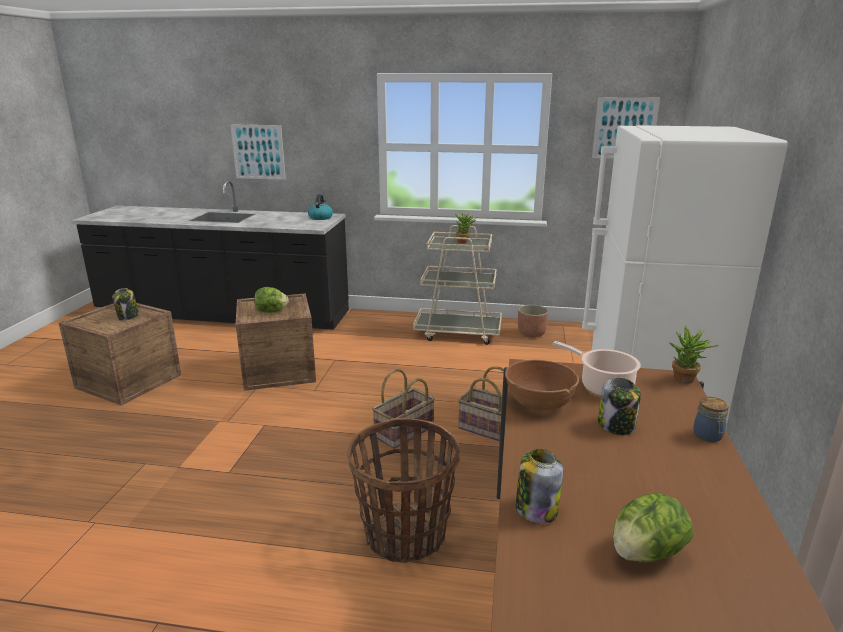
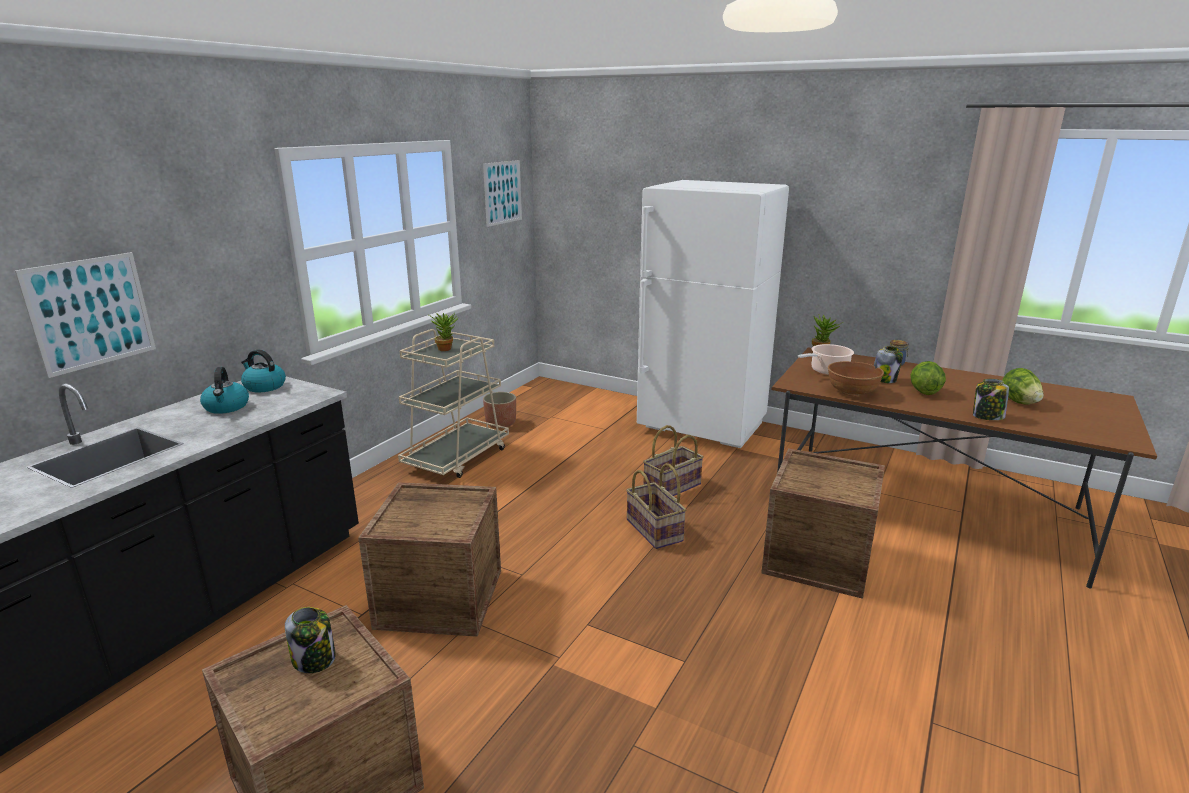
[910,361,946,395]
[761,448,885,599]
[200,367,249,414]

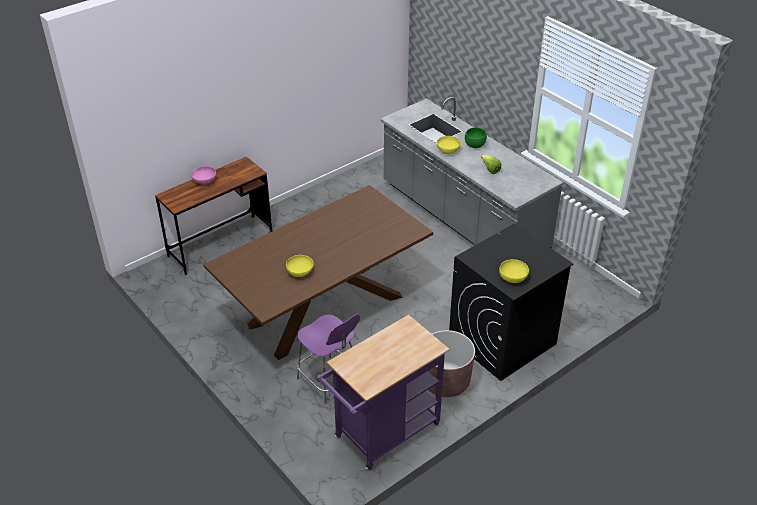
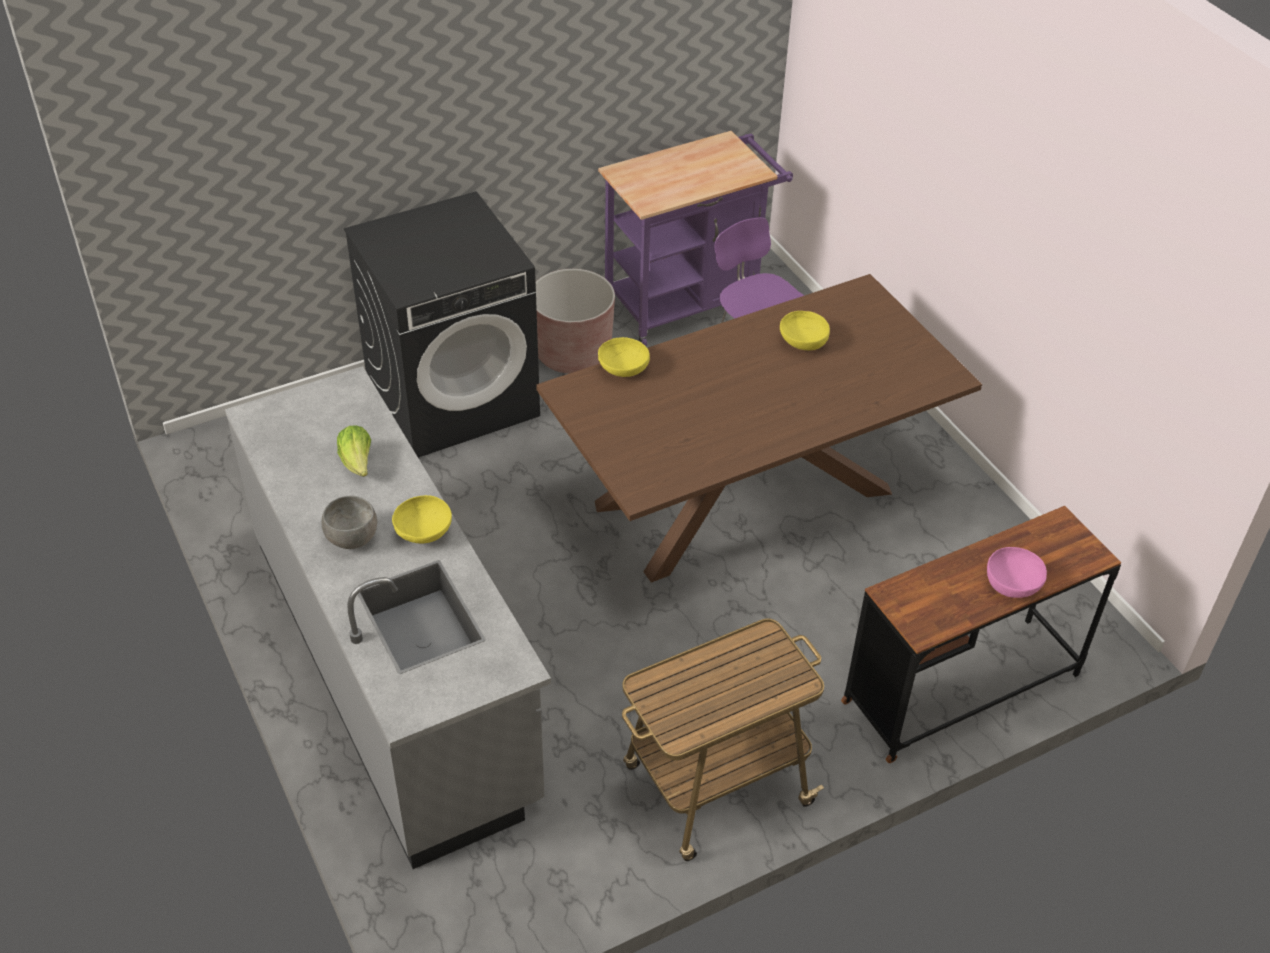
[321,496,377,549]
[598,337,650,377]
[622,618,824,861]

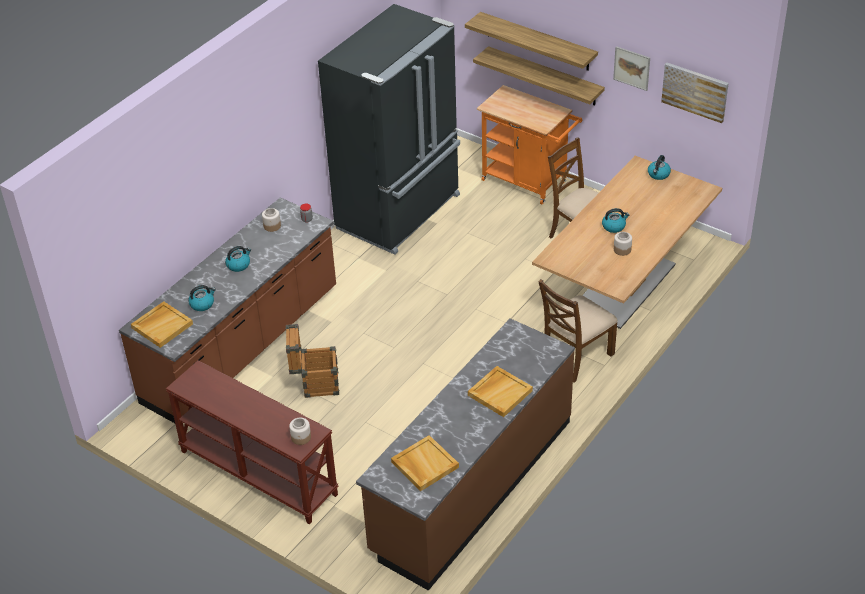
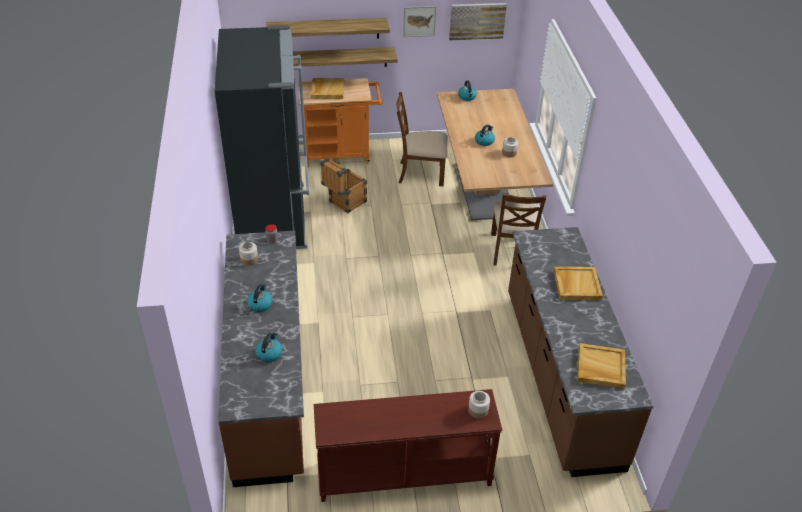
[311,78,344,99]
[320,158,367,213]

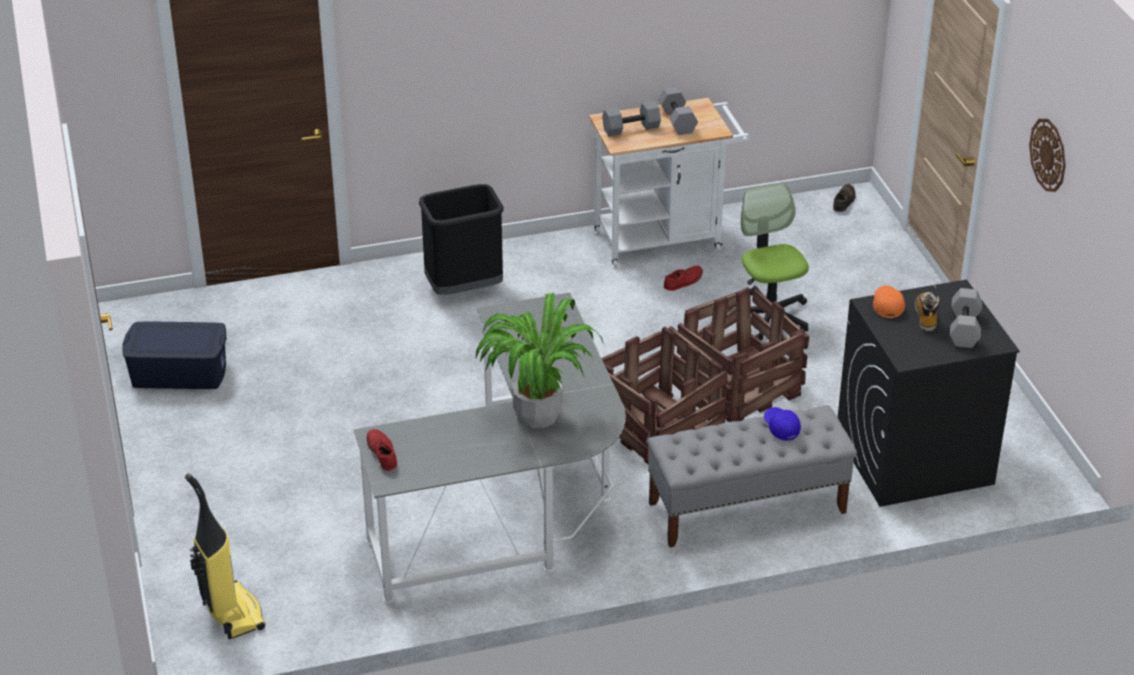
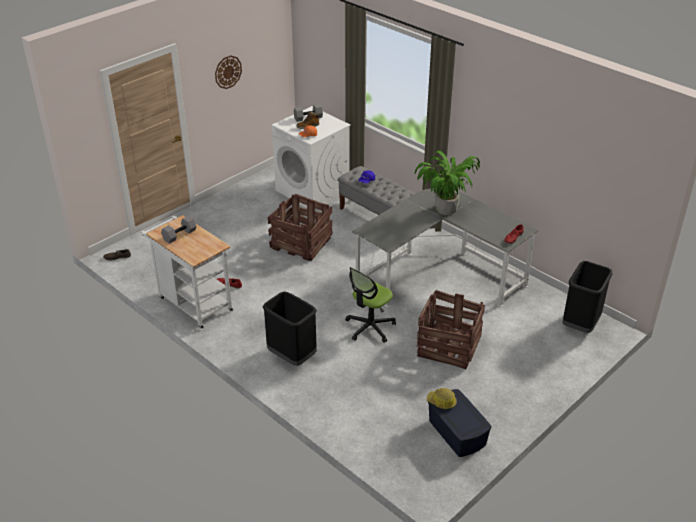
[602,101,661,137] (first image)
[345,267,396,343]
[272,106,351,210]
[417,290,485,369]
[562,261,613,333]
[426,388,457,409]

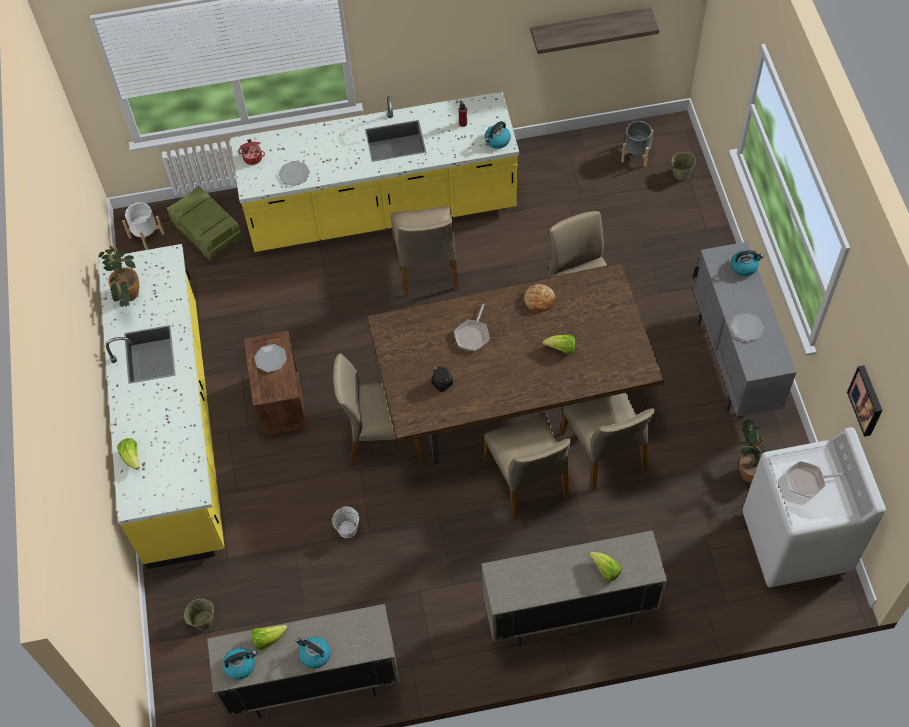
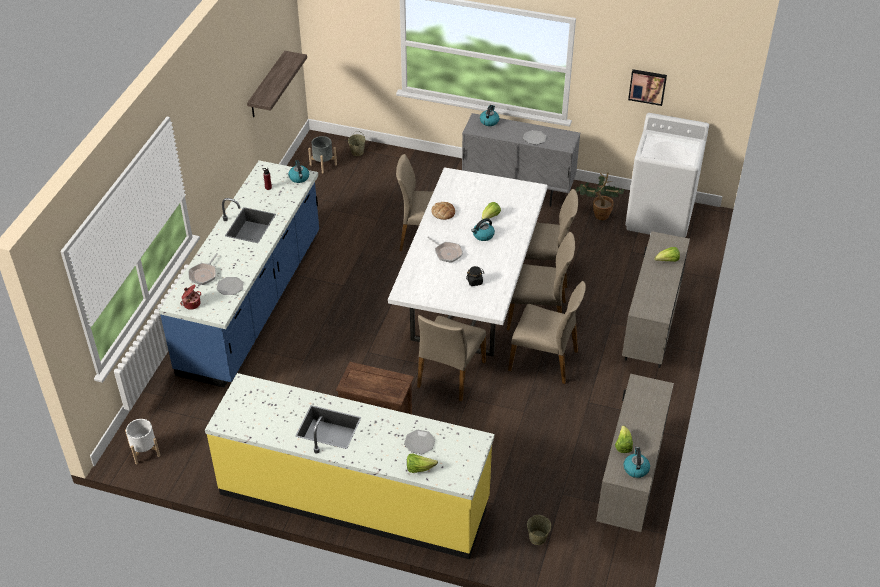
[159,160,319,388]
[167,186,242,260] (first image)
[508,281,586,384]
[98,245,139,307] (first image)
[388,167,548,356]
[404,430,435,454]
[189,253,218,285]
[332,506,359,538] (first image)
[471,218,495,241]

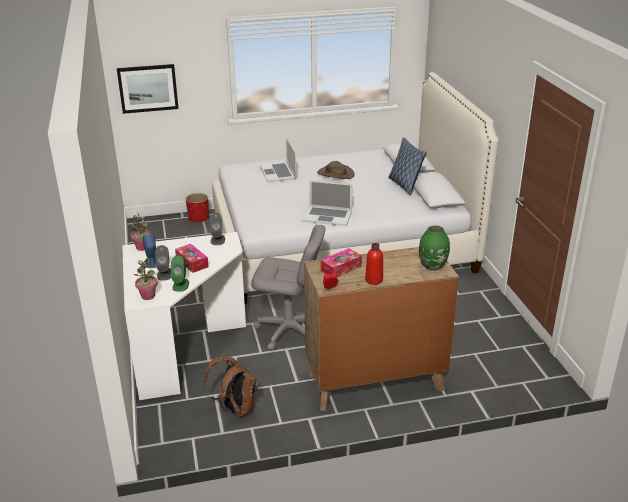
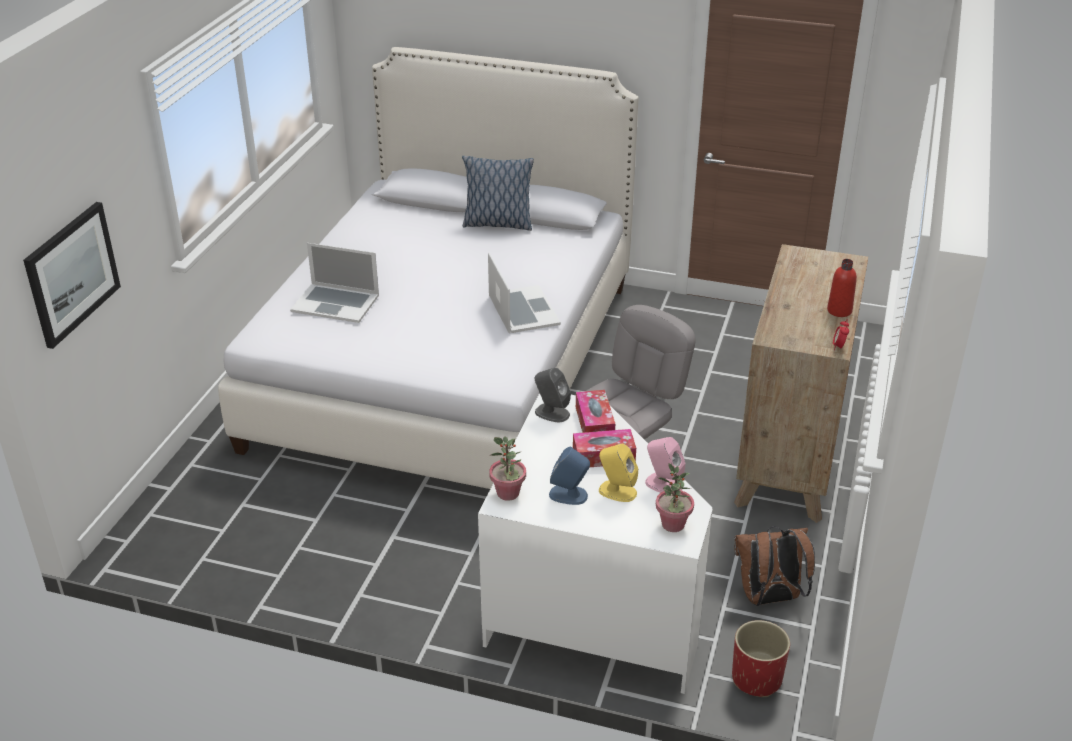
[317,161,355,179] (first image)
[488,252,561,333]
[732,620,790,697]
[419,226,450,271] (first image)
[599,444,638,502]
[576,390,615,433]
[645,437,686,493]

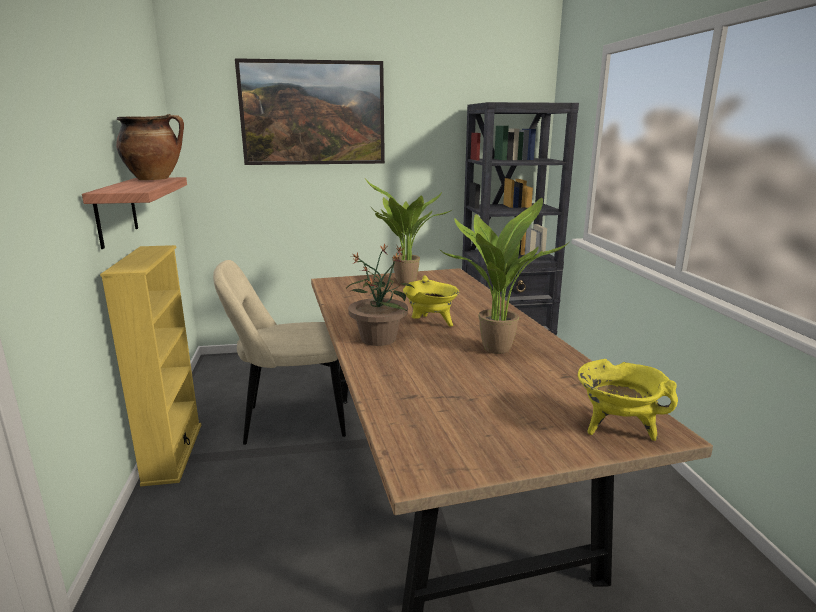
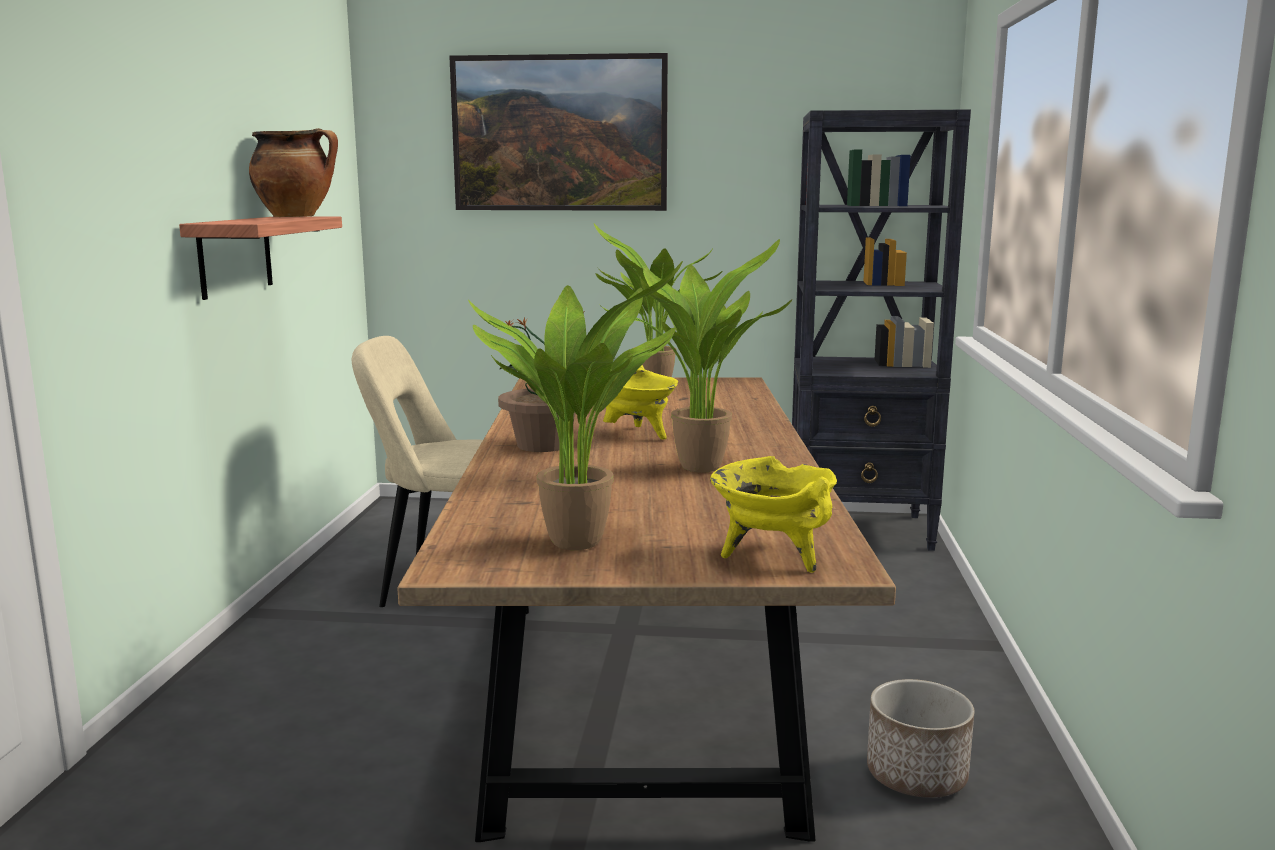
[100,245,201,486] (first image)
[468,261,683,550]
[867,679,975,798]

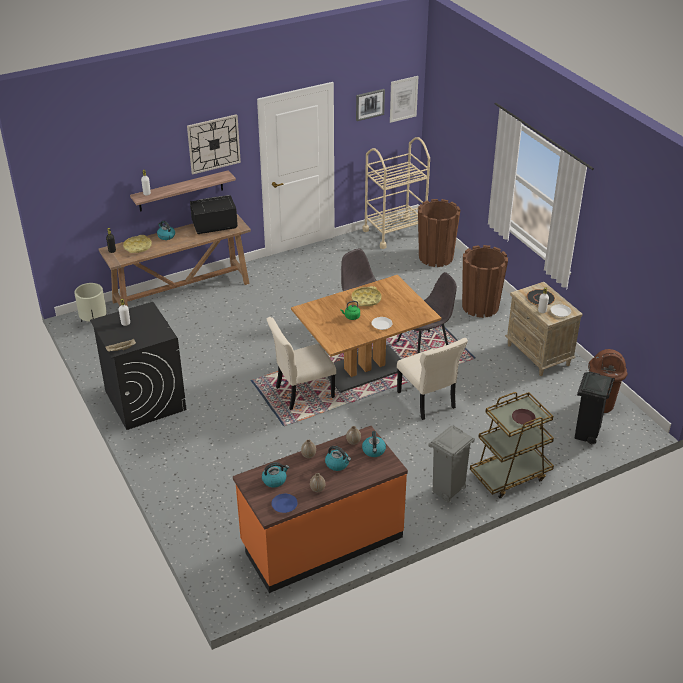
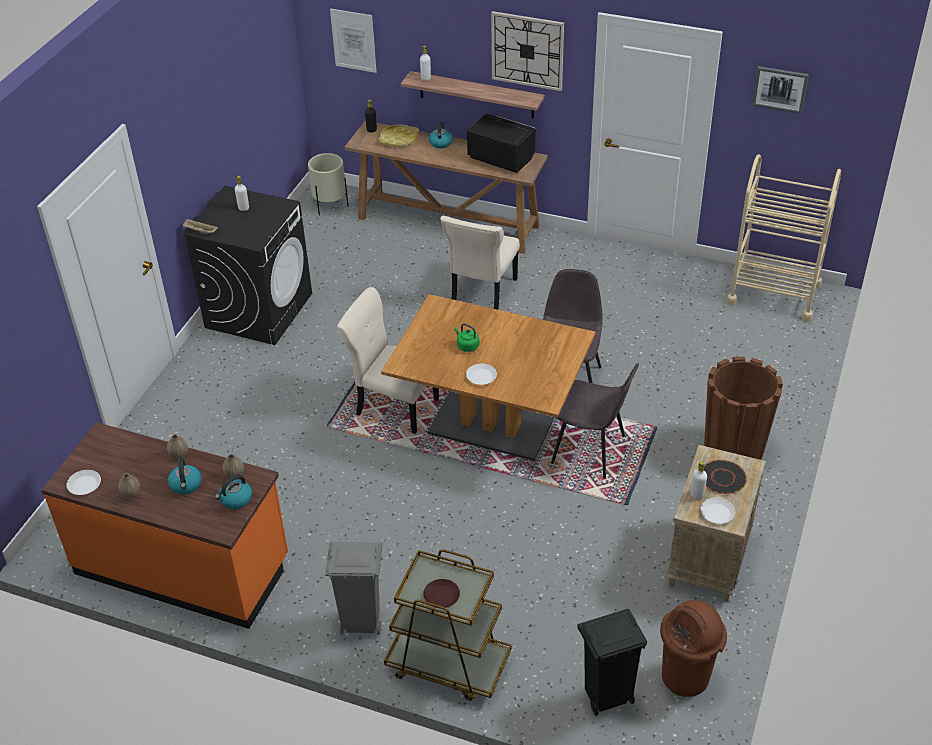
[330,8,377,73]
[418,199,460,267] (first image)
[351,286,382,306] (first image)
[441,216,520,310]
[262,462,289,488] (first image)
[66,470,101,495]

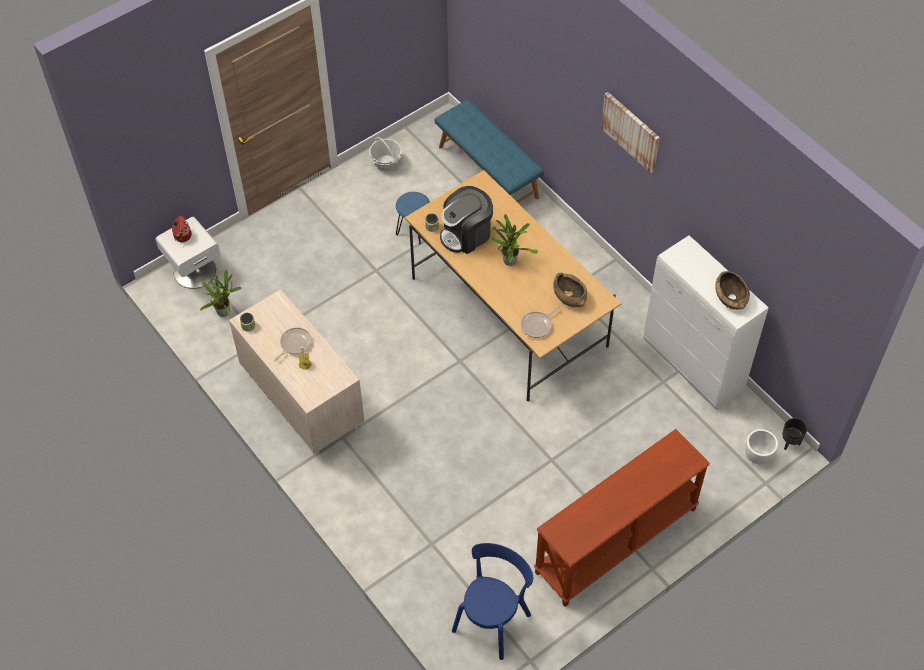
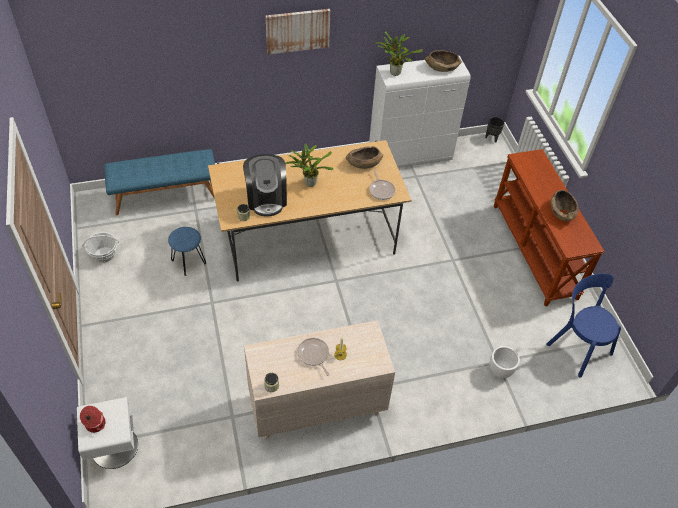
[375,31,423,76]
[490,346,520,378]
[551,190,579,221]

